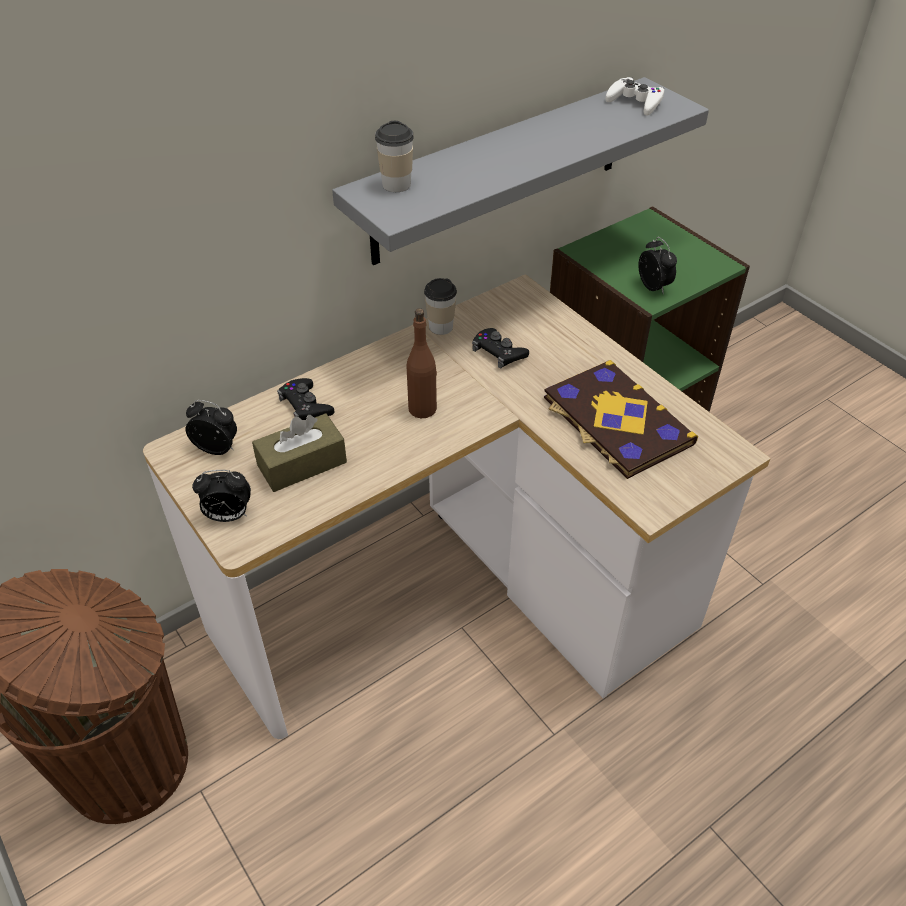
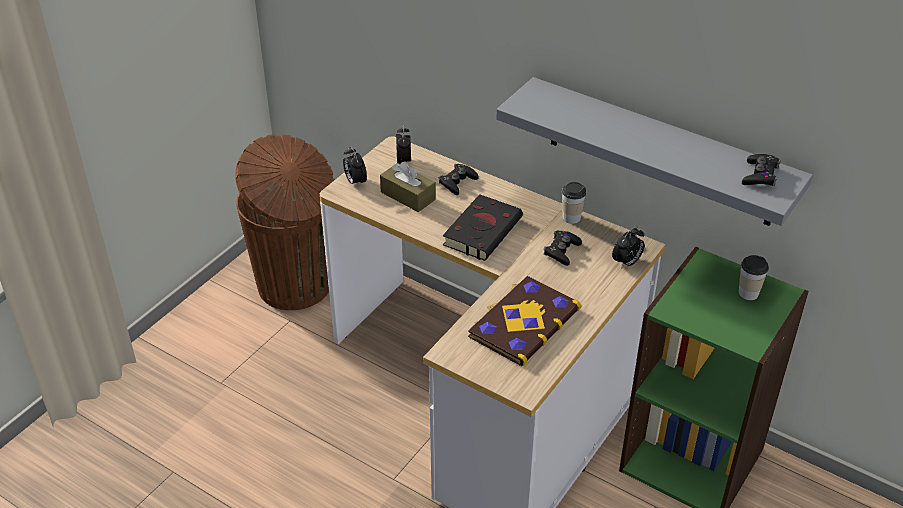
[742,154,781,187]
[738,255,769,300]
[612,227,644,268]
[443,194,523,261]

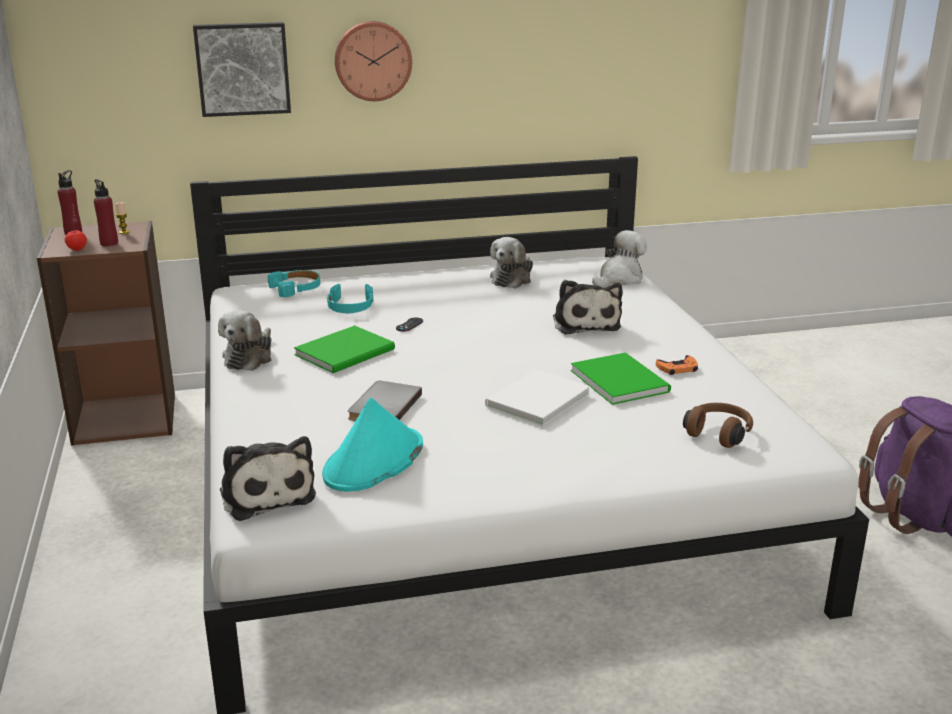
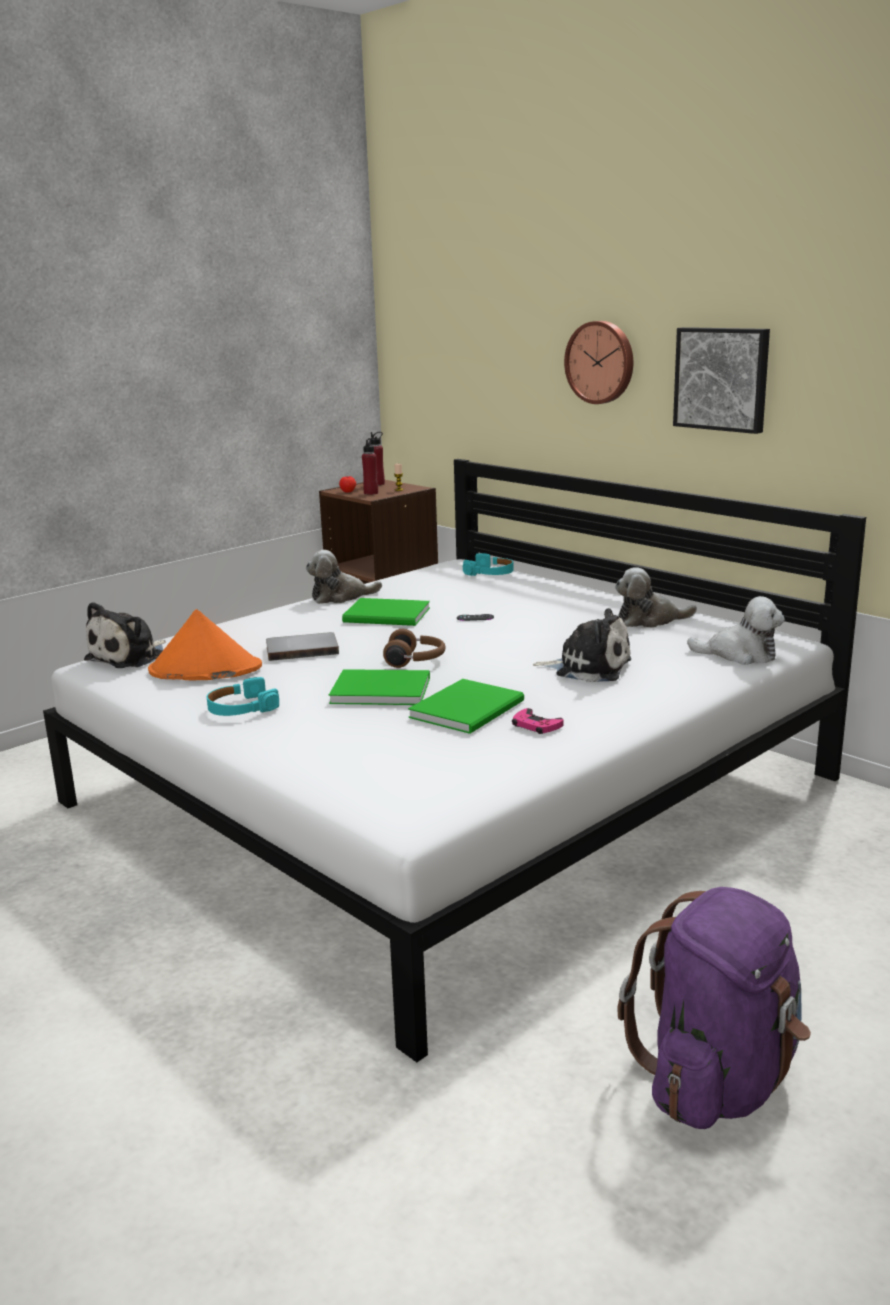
[673,327,770,434]
[533,608,631,682]
[207,677,279,716]
[512,708,564,734]
[329,669,430,705]
[148,609,262,680]
[383,629,446,668]

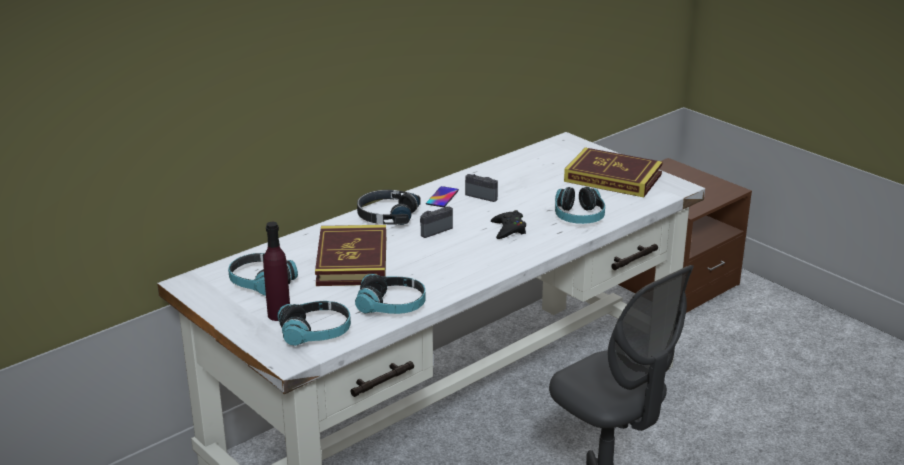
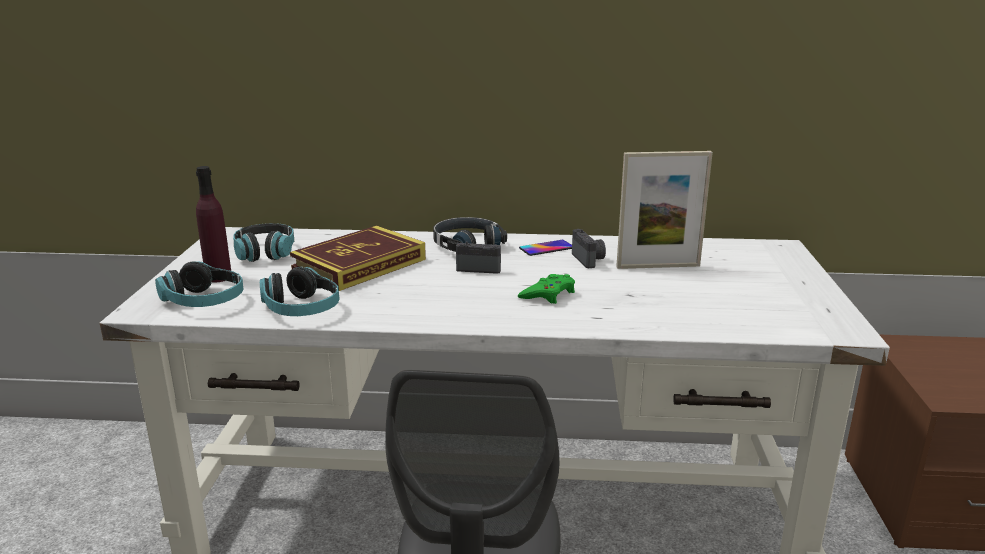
[564,147,663,197] (first image)
[555,187,605,224] (first image)
[518,274,575,304]
[616,151,713,269]

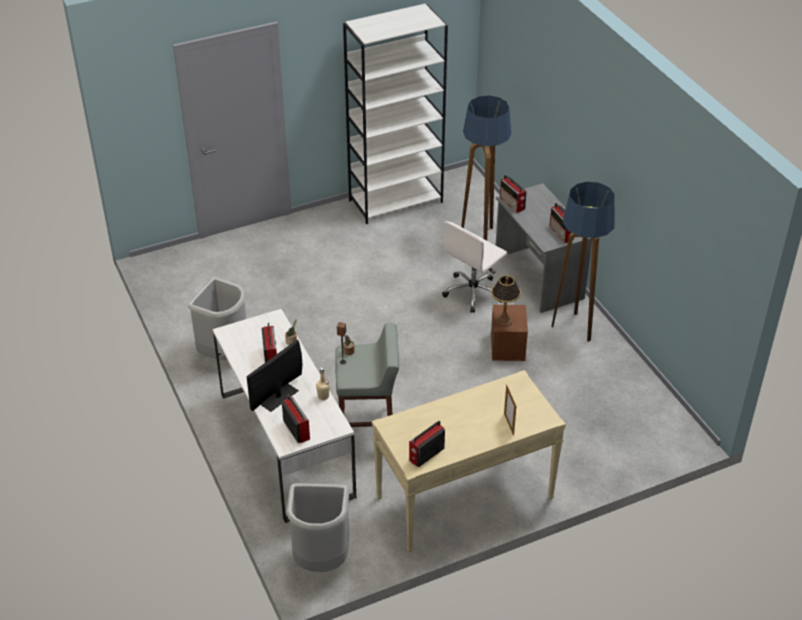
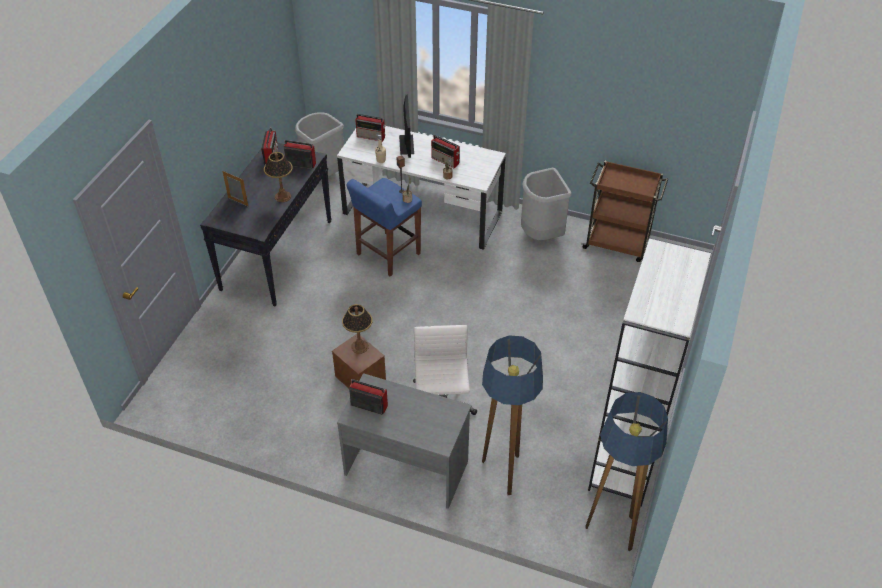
[283,140,316,169]
[585,392,668,551]
[346,178,422,276]
[200,143,331,307]
[264,152,293,202]
[581,161,668,262]

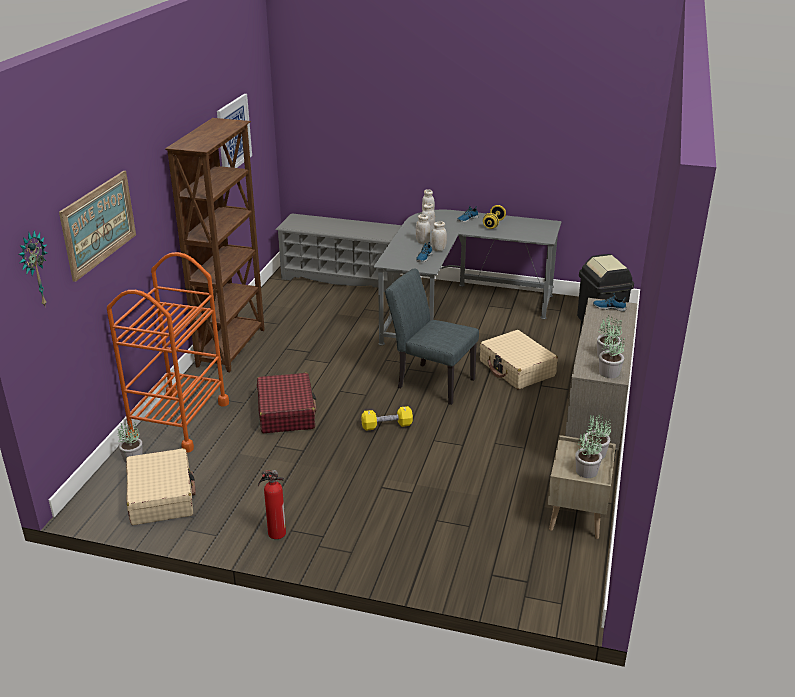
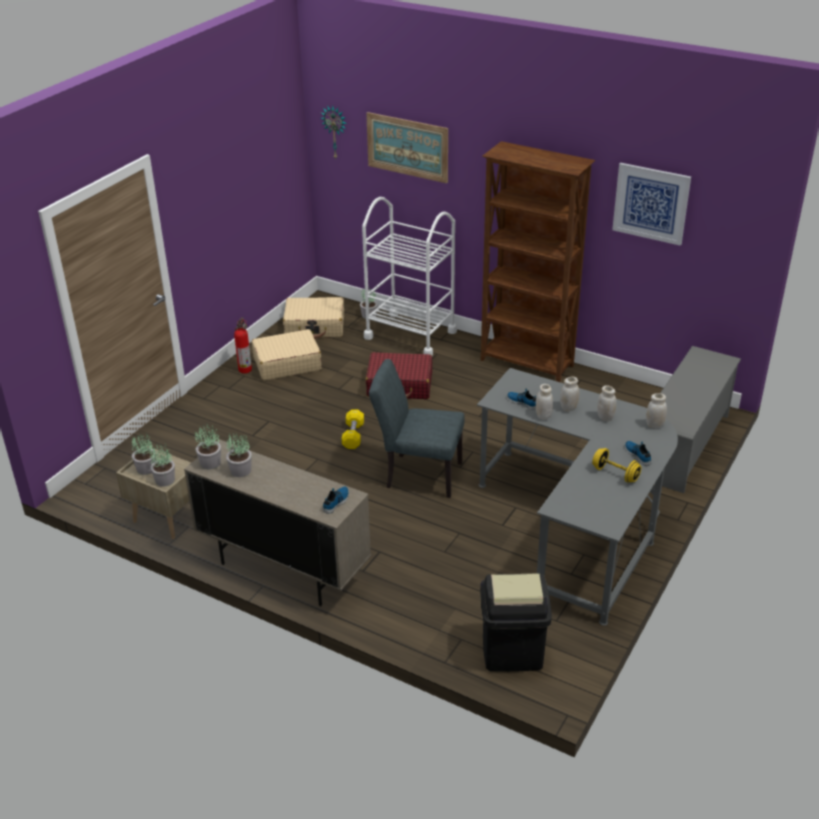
[362,197,457,356]
[369,359,465,498]
[252,329,321,381]

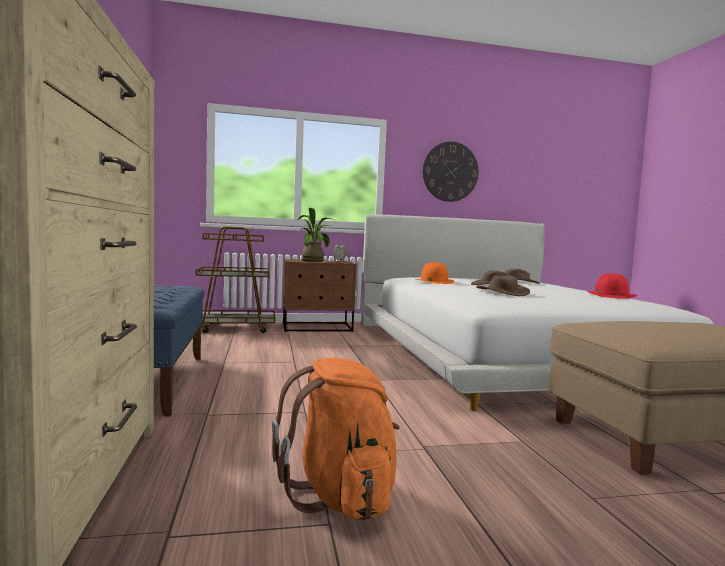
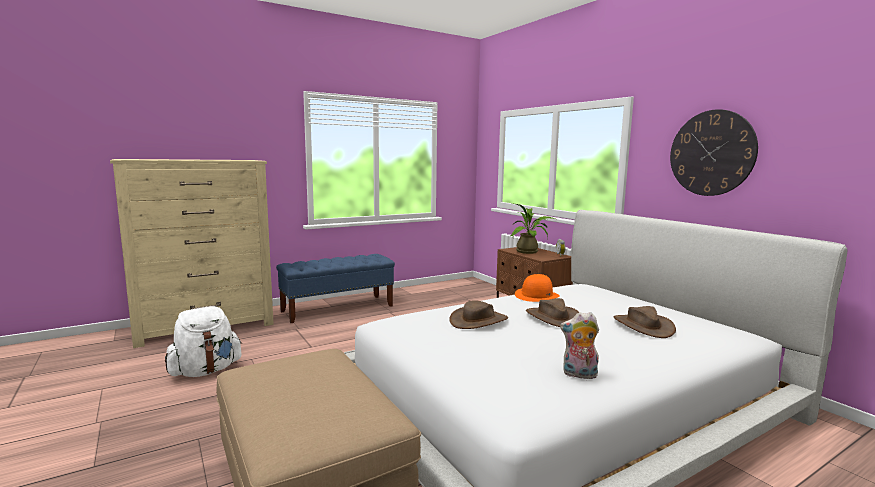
[196,227,275,333] (first image)
[560,312,599,379]
[165,306,242,377]

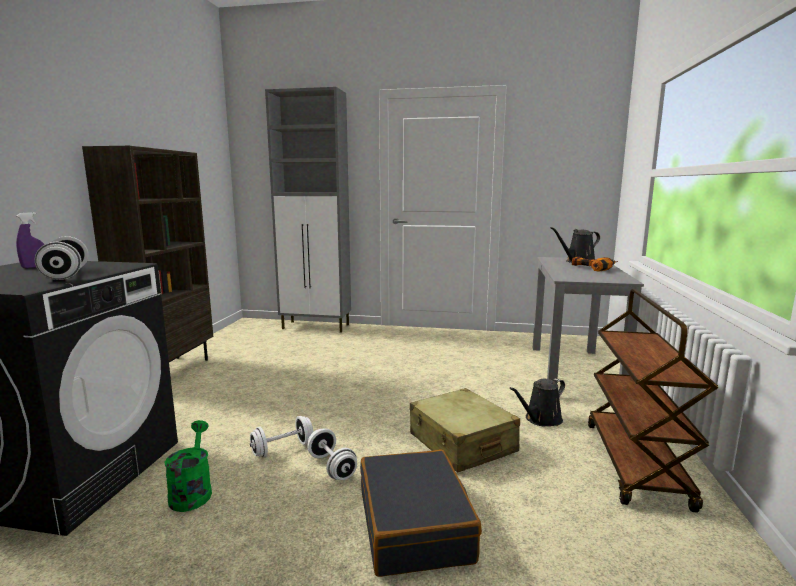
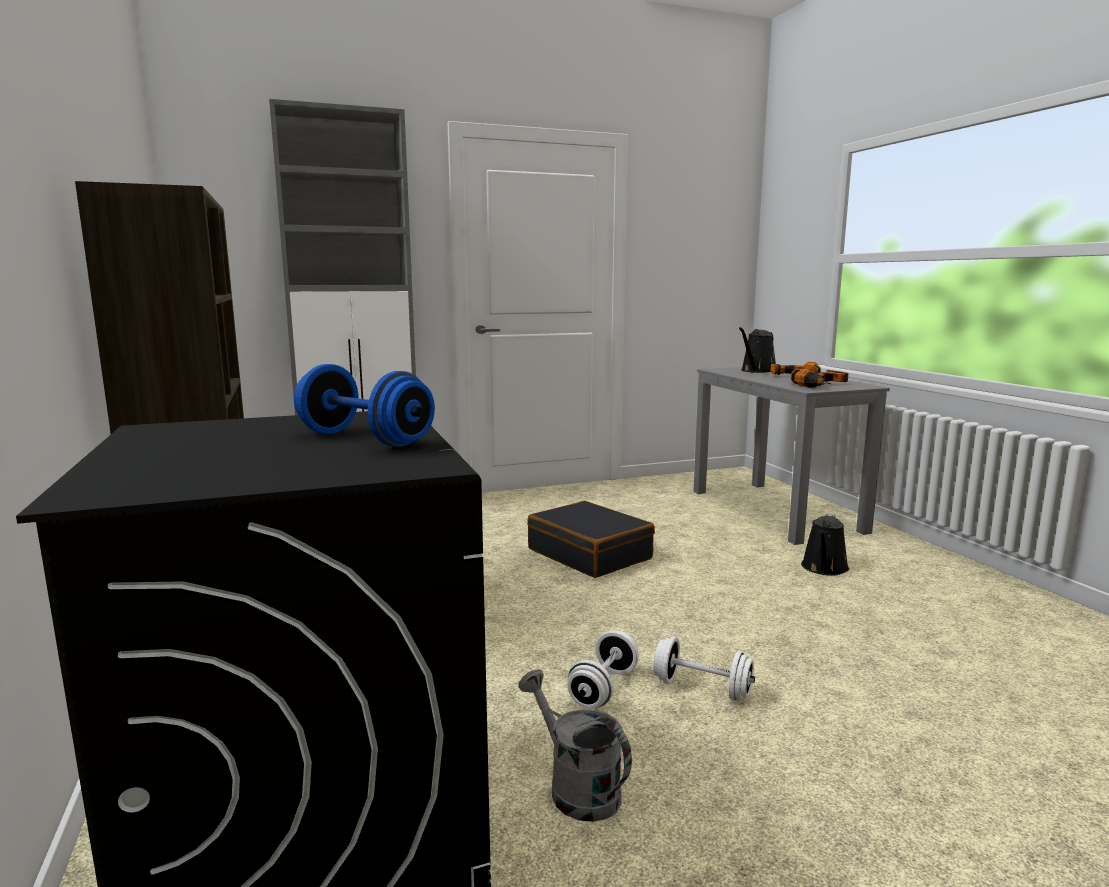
[16,212,44,268] (first image)
[294,364,435,447]
[588,289,719,513] (first image)
[410,388,520,473] (first image)
[519,669,632,822]
[527,501,655,578]
[791,369,849,388]

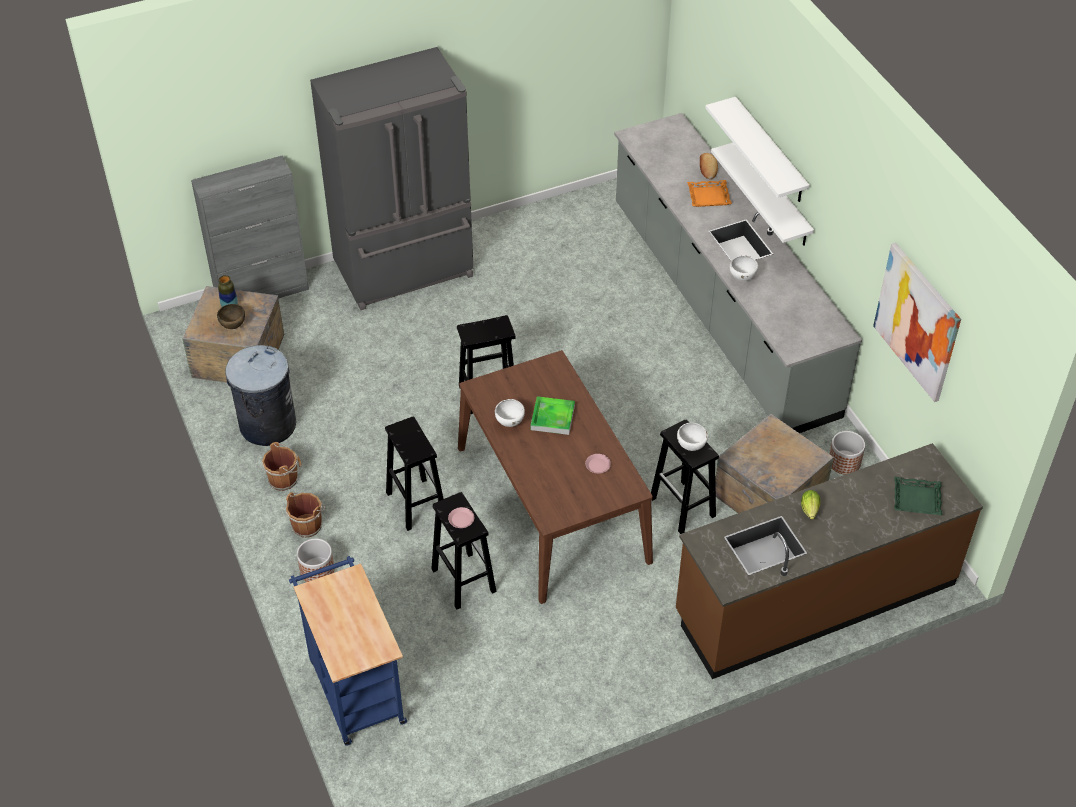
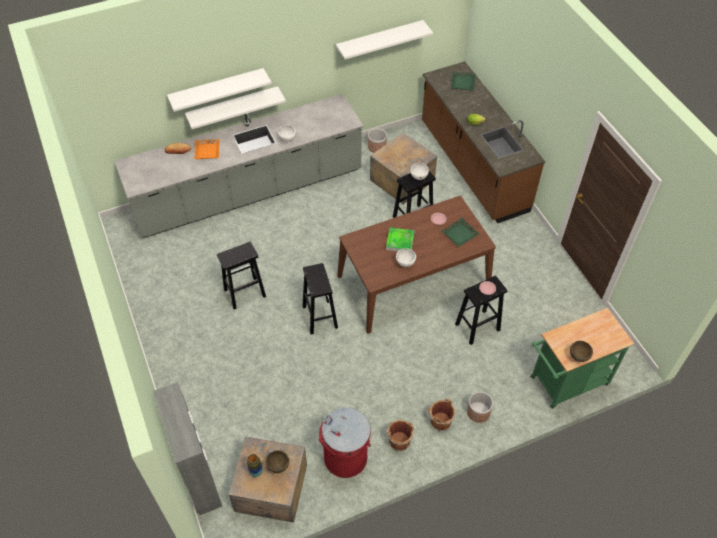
[310,47,473,310] (first image)
[336,20,433,59]
[318,407,371,478]
[217,241,266,310]
[530,308,634,409]
[442,218,480,247]
[570,341,593,362]

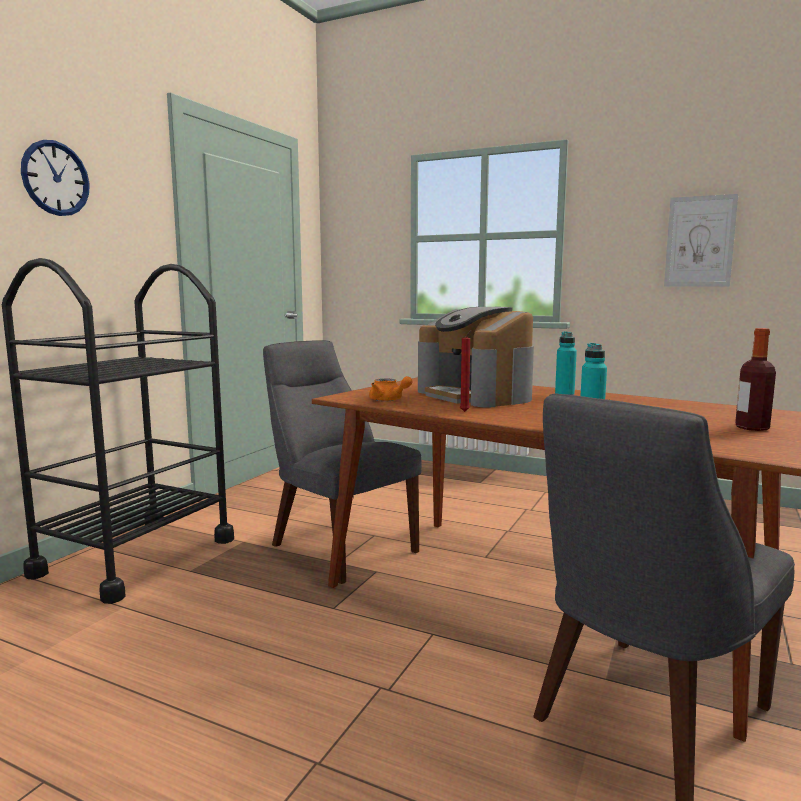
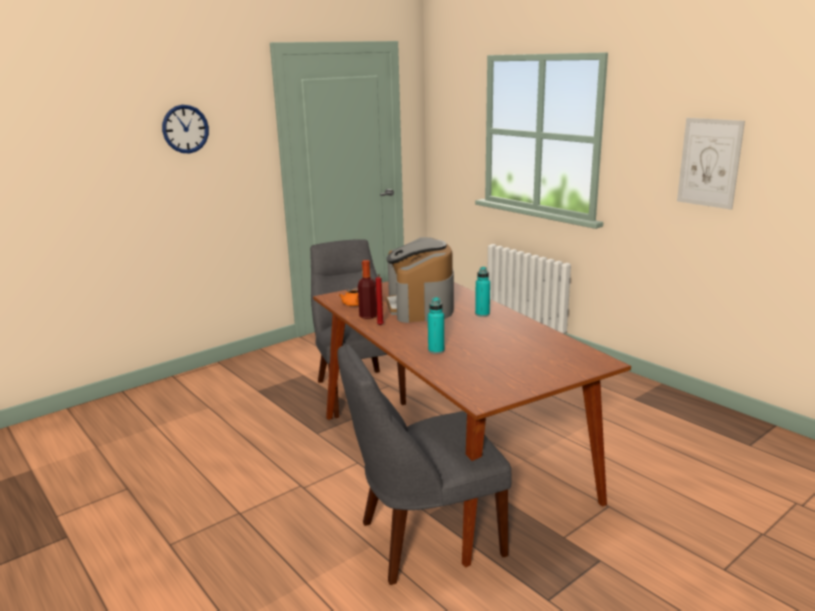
[2,258,234,604] (first image)
[358,260,377,319]

